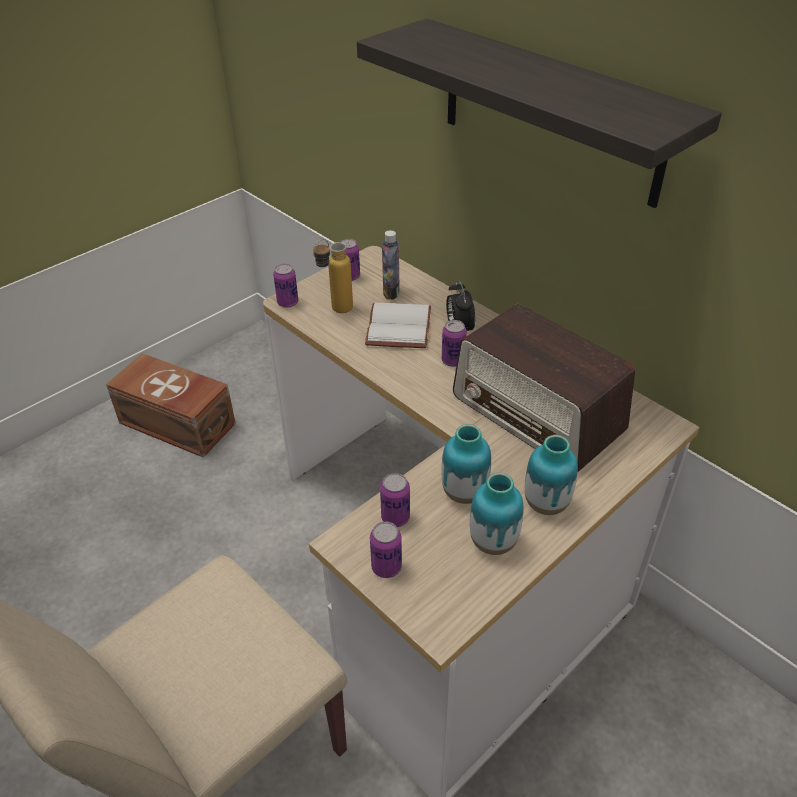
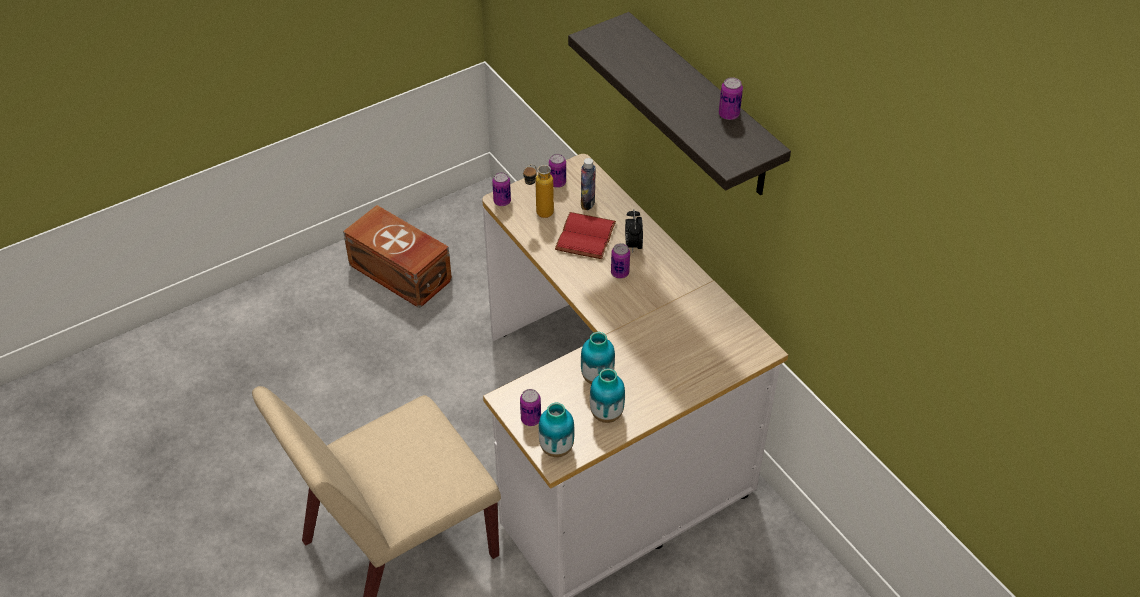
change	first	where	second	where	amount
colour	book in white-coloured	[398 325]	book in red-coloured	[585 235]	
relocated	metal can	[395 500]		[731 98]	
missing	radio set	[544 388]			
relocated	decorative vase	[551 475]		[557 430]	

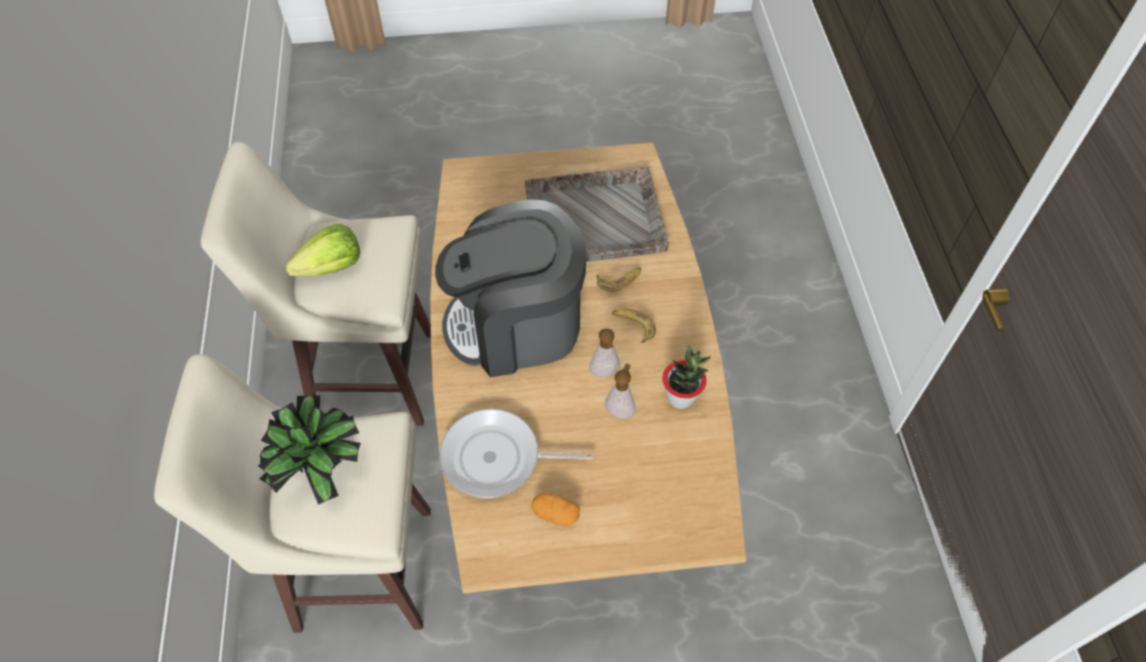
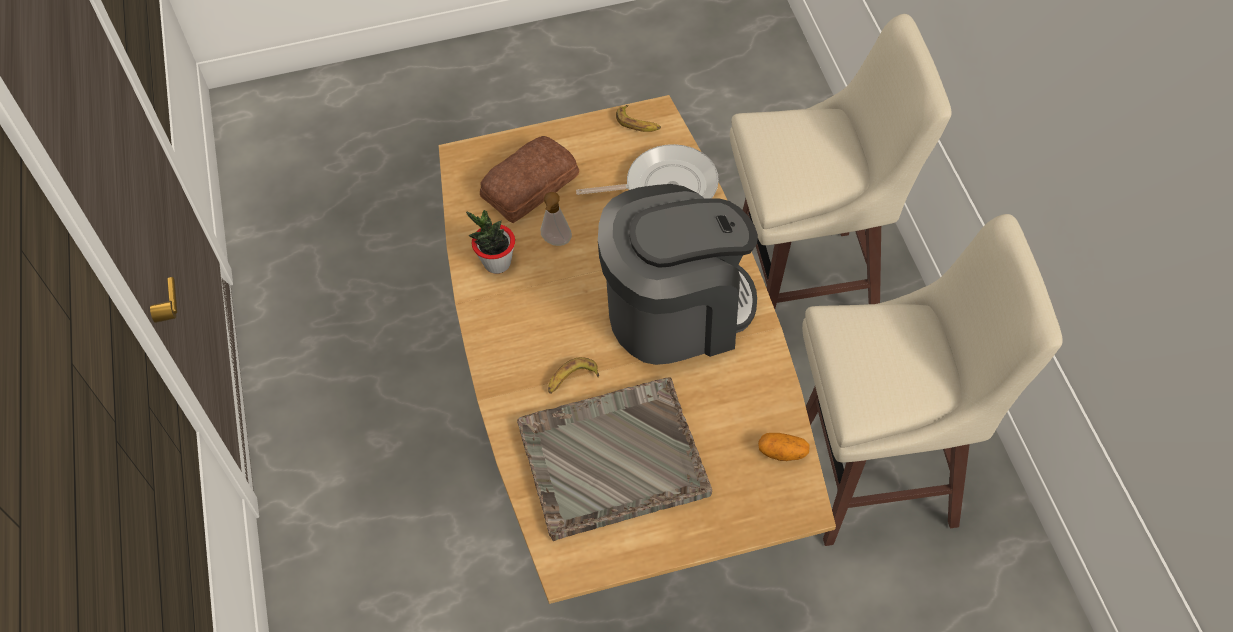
change	first	where	second	where	amount
missing	potted plant	[309 450]			
missing	lettuce	[323 250]			
relocated	potato	[555 509]		[784 447]	
missing	soap bottle	[604 353]			
relocated	banana	[634 325]		[638 118]	
appeared			bread	[529 179]	

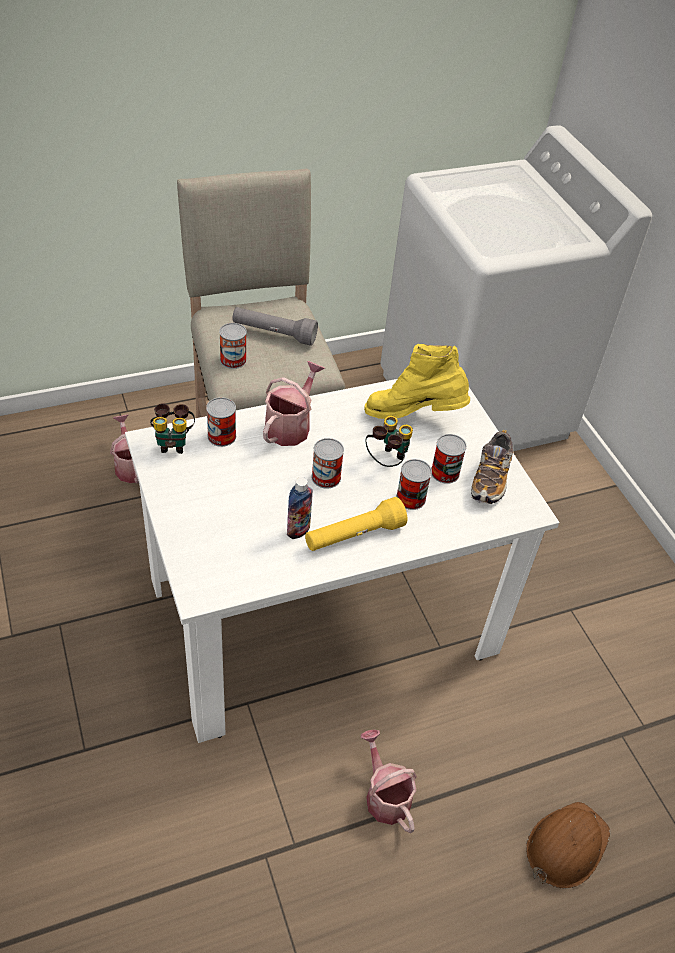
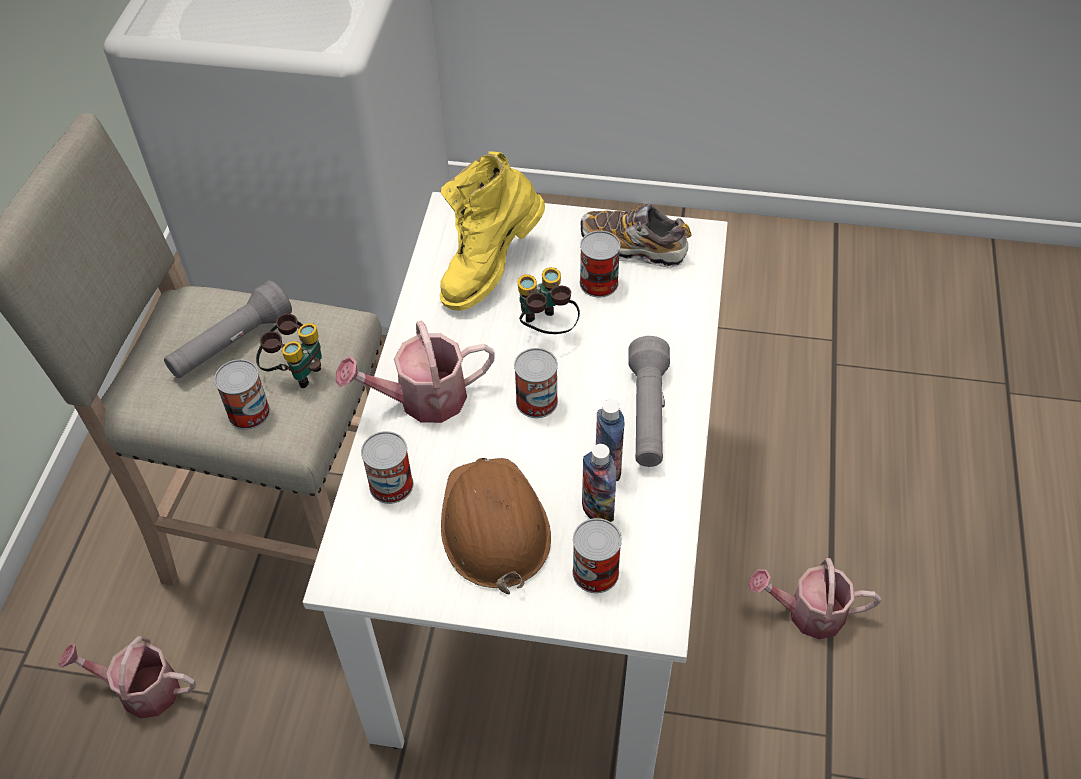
change	first	where	second	where	amount
relocated	field glasses	[172 429]		[289 351]	
spun	sprinkling can	[294 403]		[415 372]	75 degrees counterclockwise
colour	hand torch in yellowish	[356 524]	hand torch in gray	[649 401]	
relocated	metal can	[414 484]		[597 555]	
spun	item of footwear	[492 467]		[636 235]	150 degrees clockwise
relocated	hard hat in brownish	[568 845]		[496 526]	
appeared			drink bottle	[599 483]	

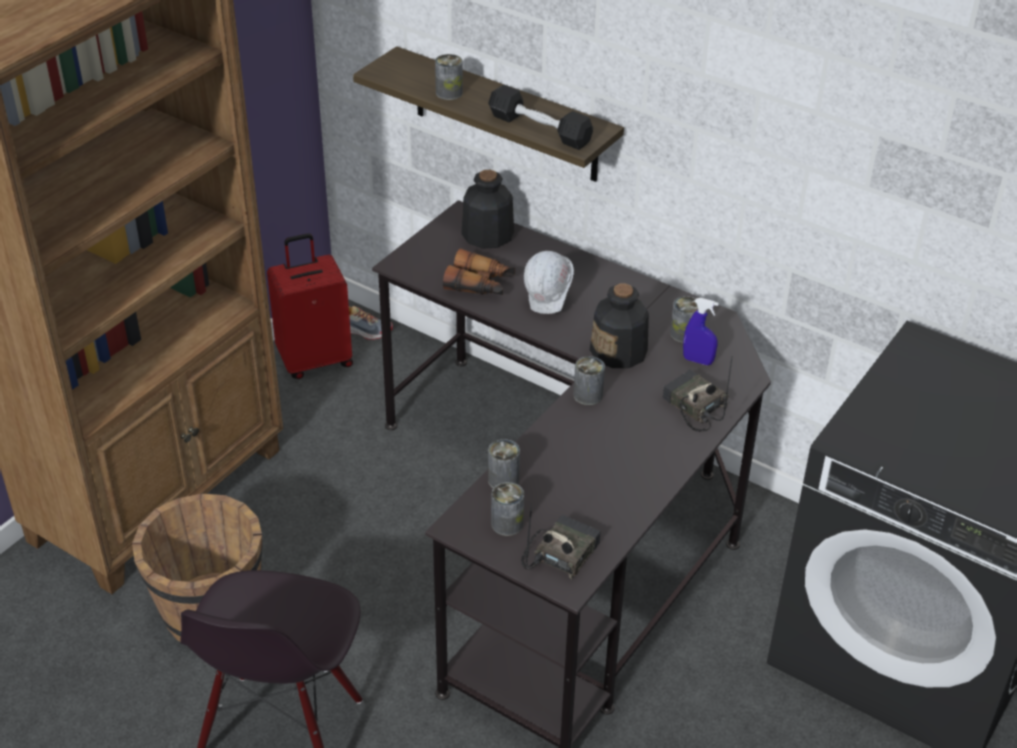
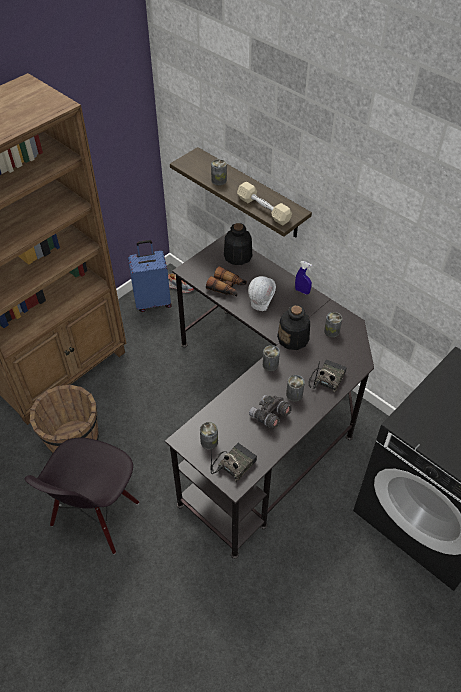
change	first	where	second	where	amount
colour	travel case in red-coloured	[310 306]	travel case in blue-coloured	[150 276]	
colour	hand weight in black	[540 117]	hand weight in sand-coloured	[264 204]	
relocated	metal can	[504 463]		[295 388]	
spun	radio set	[697 394]		[327 376]	60 degrees clockwise
relocated	hand sprayer in blue-coloured	[701 331]		[303 278]	
appeared			field glasses in gray	[270 411]	

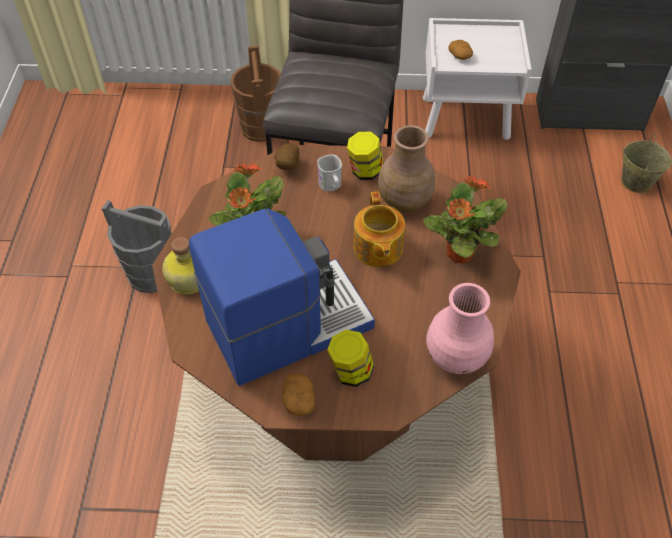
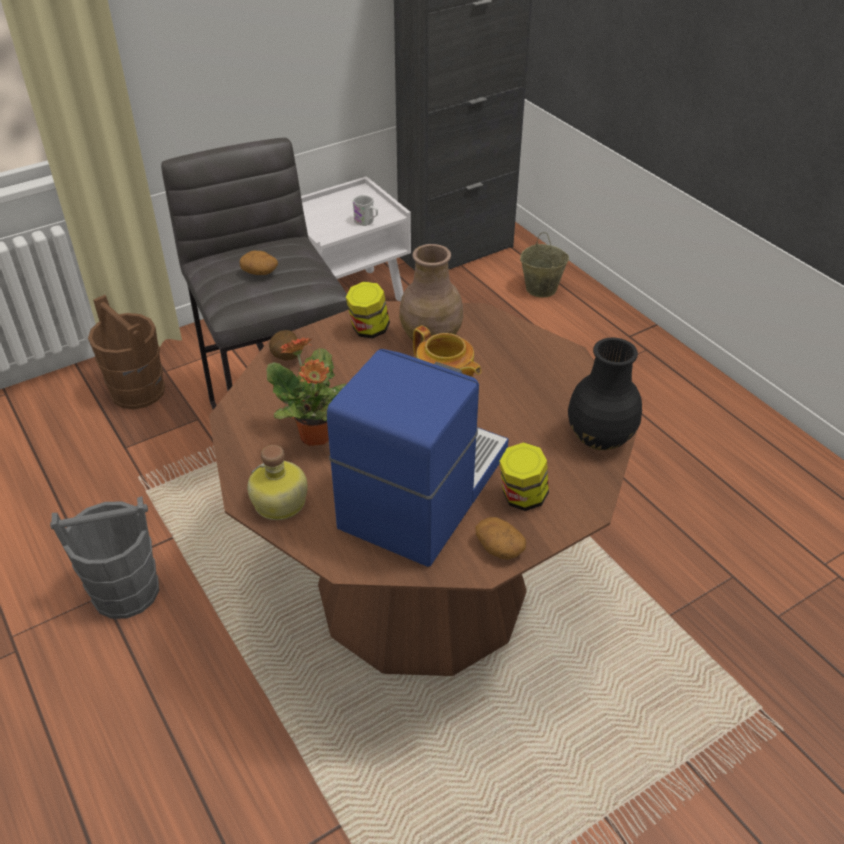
change	first	where	second	where	amount
relocated	mug in white-coloured	[329 173]		[365 210]	
missing	potted plant	[465 219]			
colour	decorative vase in pink-coloured	[460 328]	decorative vase in black	[605 394]	
relocated	potato	[460 50]		[259 263]	

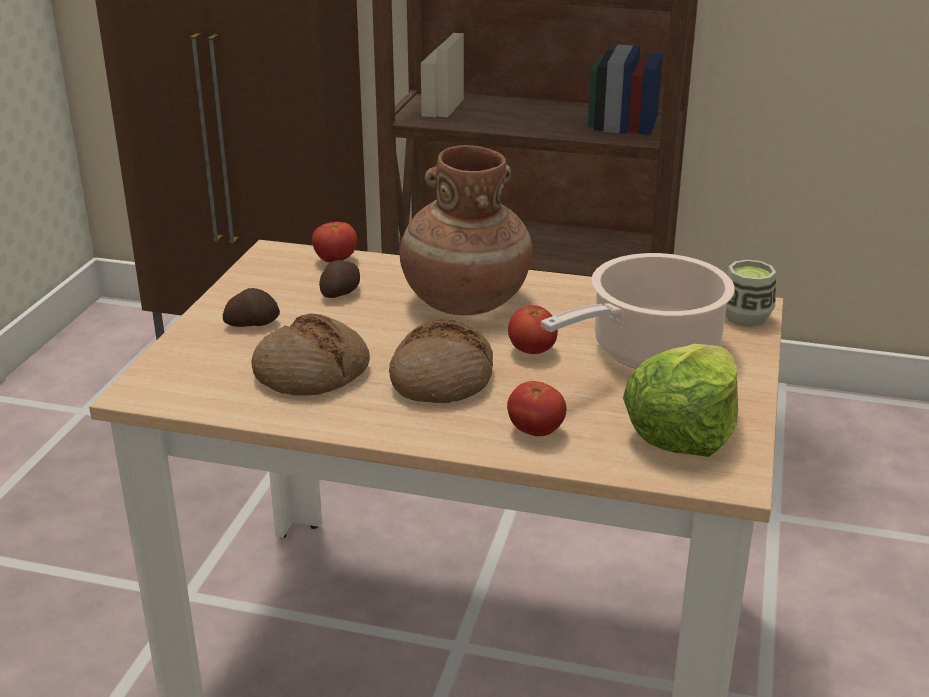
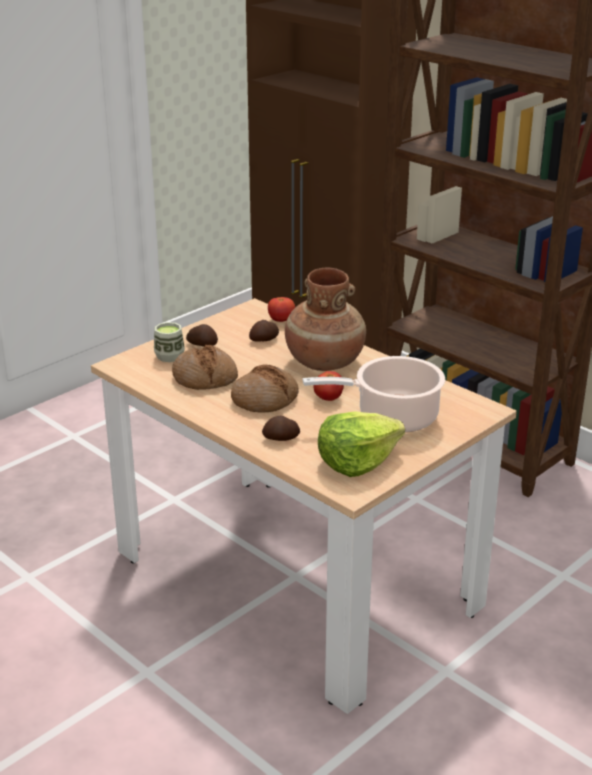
change	first	where	second	where	amount
exchanged	fresh tomato	[536 408]	potato	[281 428]	
relocated	drinking cup	[750 293]		[169 342]	

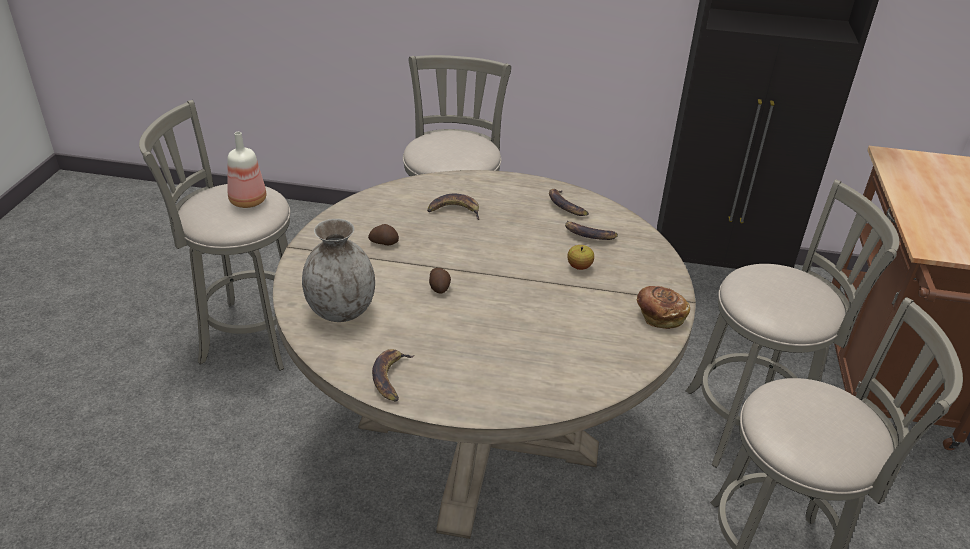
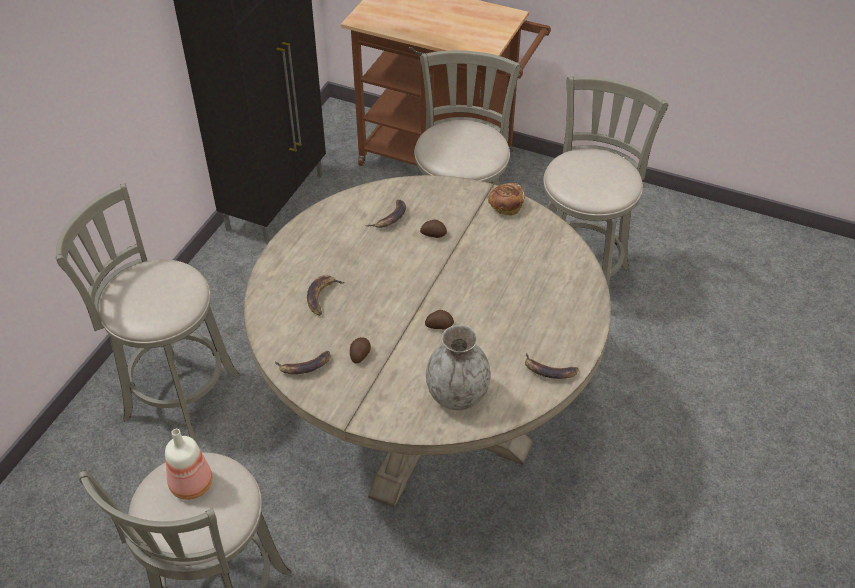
change	first	where	second	where	amount
relocated	banana	[569 202]		[303 362]	
exchanged	apple	[580 257]	potato	[433 228]	

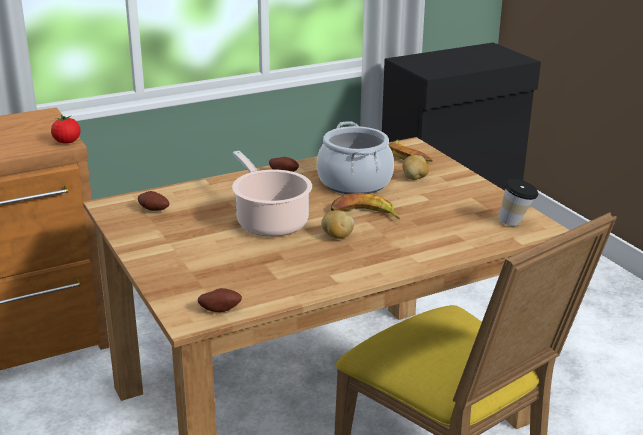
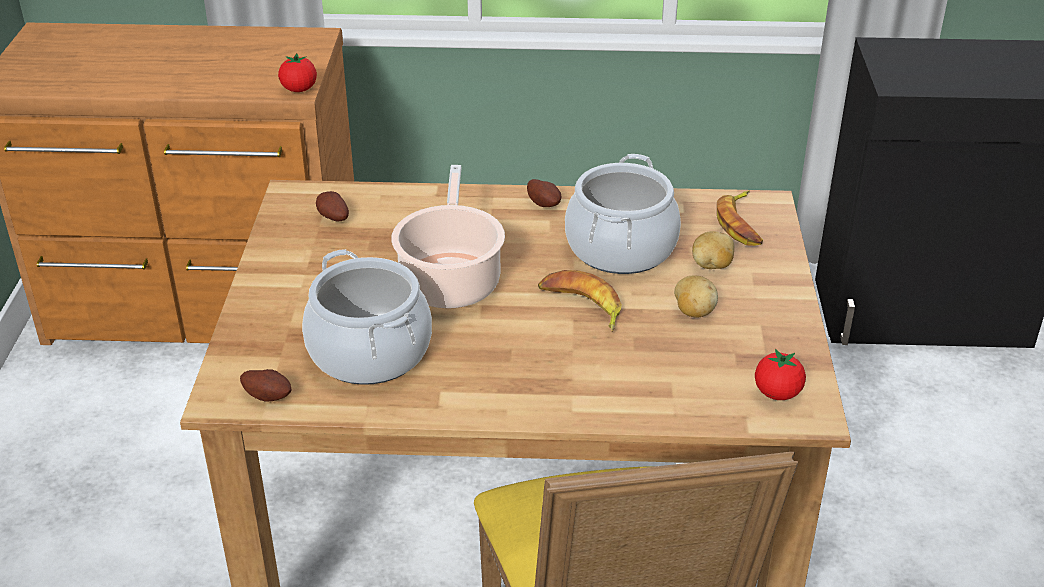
change	first	where	second	where	amount
relocated	potato	[337 224]		[696 296]	
exchanged	drinking cup	[518 202]	fresh tomato	[780 374]	
appeared			saucepot	[367 317]	

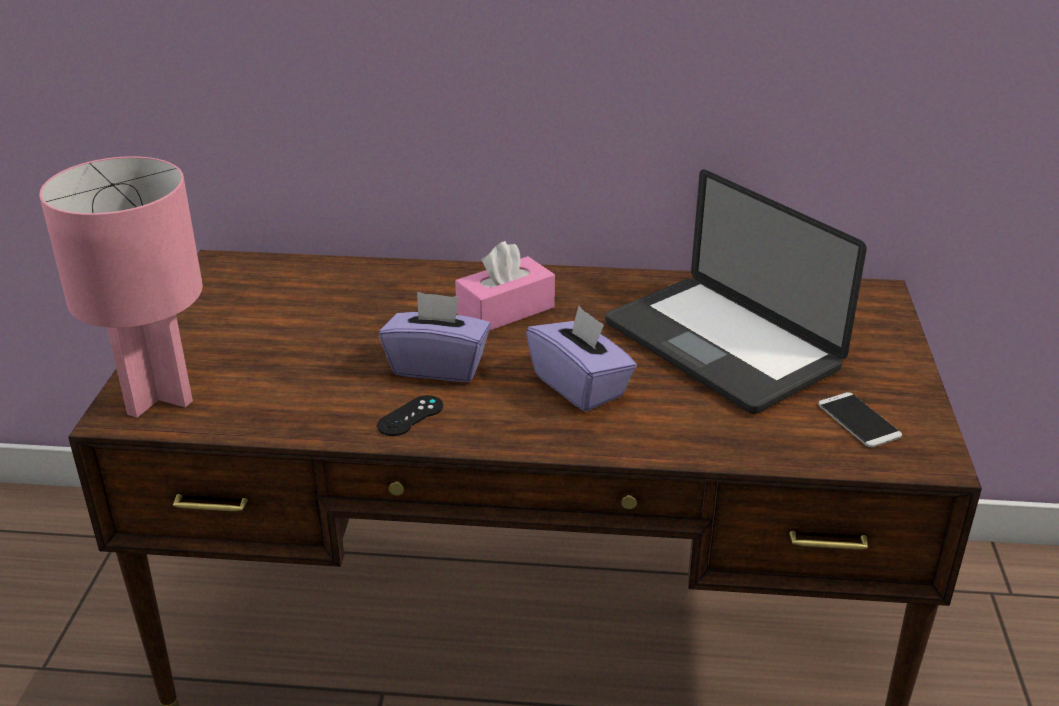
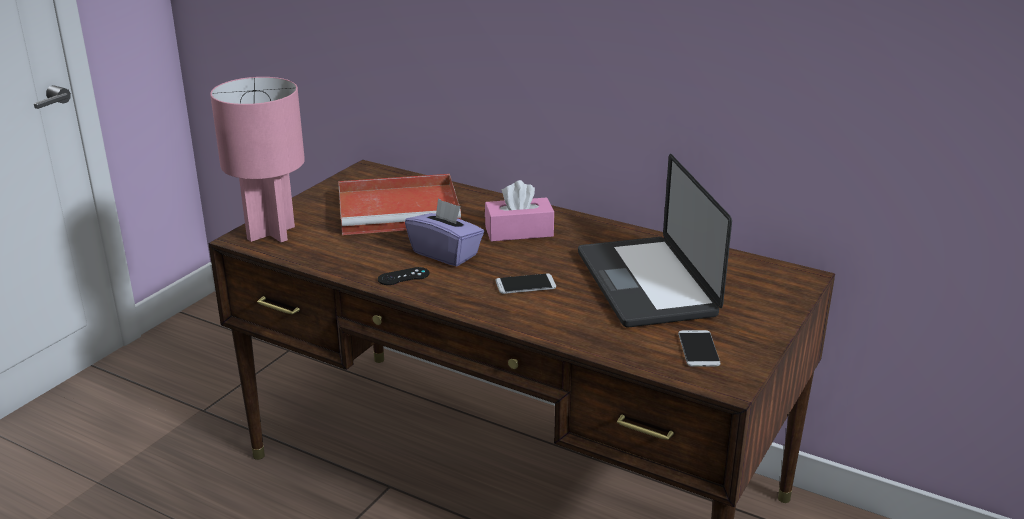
change	first	where	second	where	amount
exchanged	box of tissues in purple-coloured	[581 358]	telephone	[526 283]	
appeared			tray in red-coloured	[399 204]	

